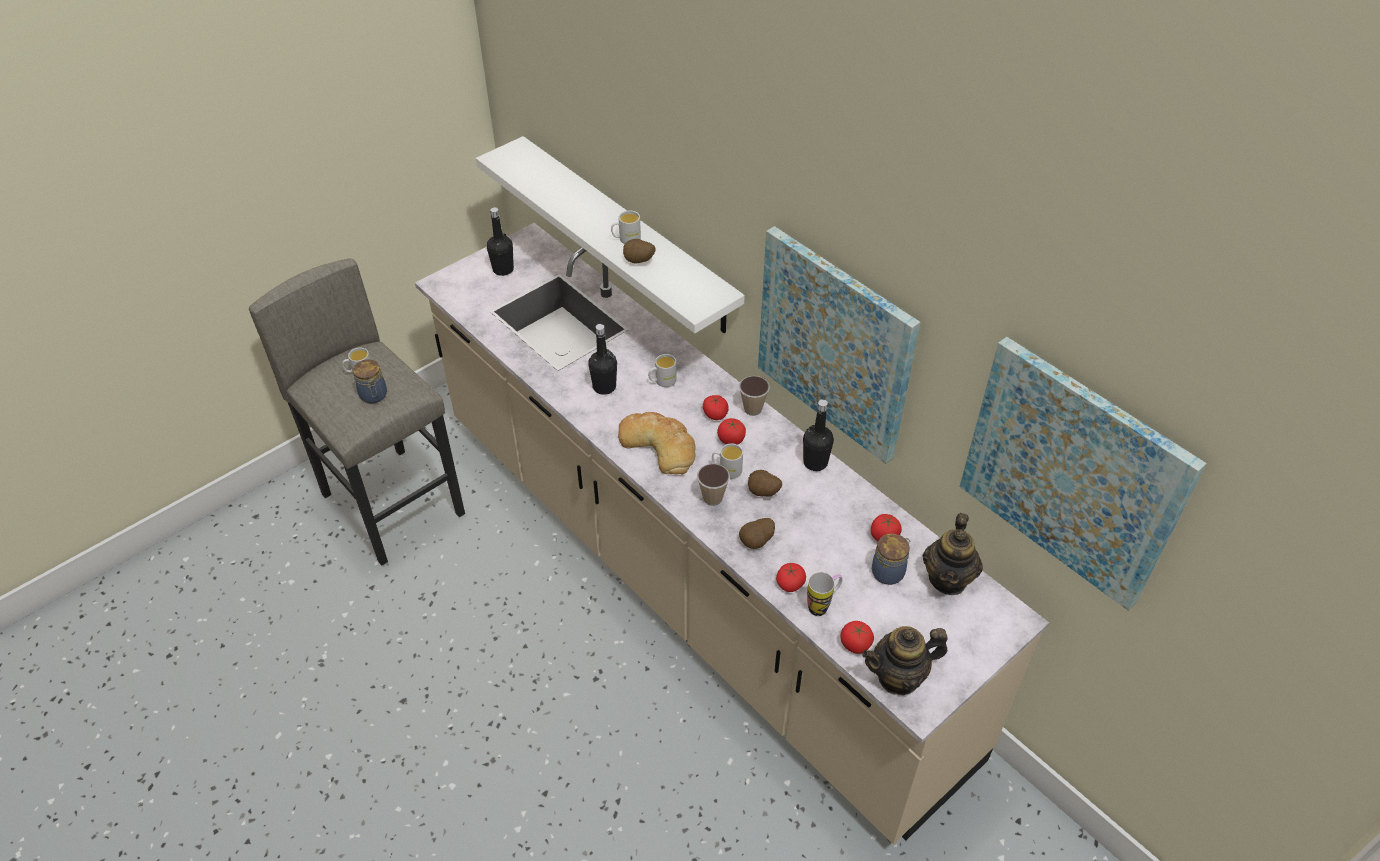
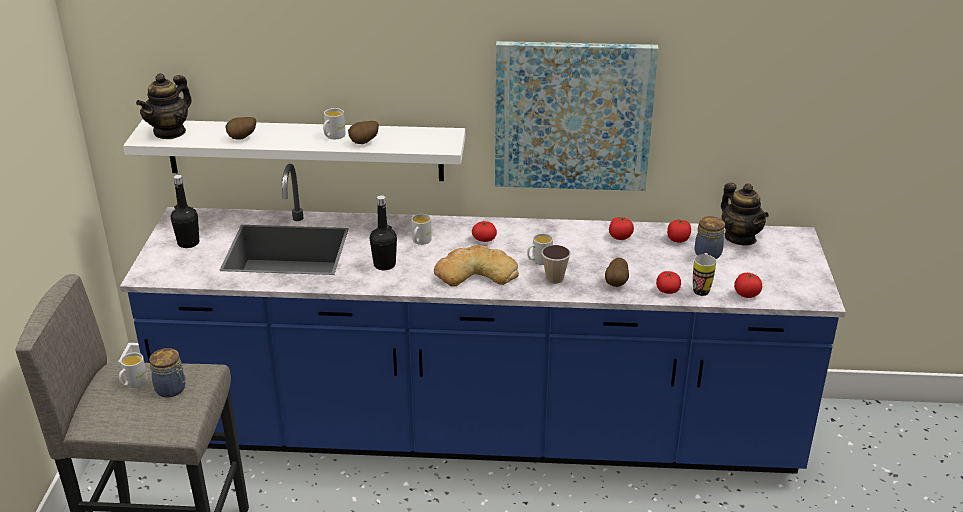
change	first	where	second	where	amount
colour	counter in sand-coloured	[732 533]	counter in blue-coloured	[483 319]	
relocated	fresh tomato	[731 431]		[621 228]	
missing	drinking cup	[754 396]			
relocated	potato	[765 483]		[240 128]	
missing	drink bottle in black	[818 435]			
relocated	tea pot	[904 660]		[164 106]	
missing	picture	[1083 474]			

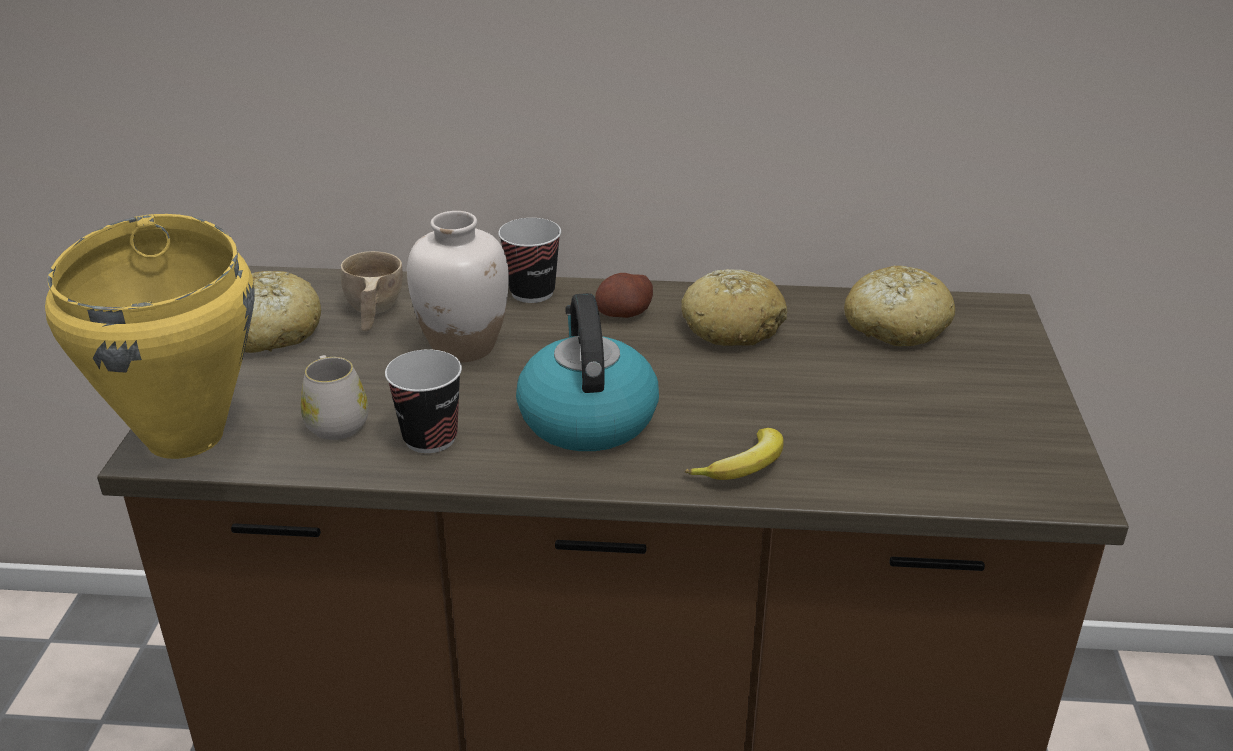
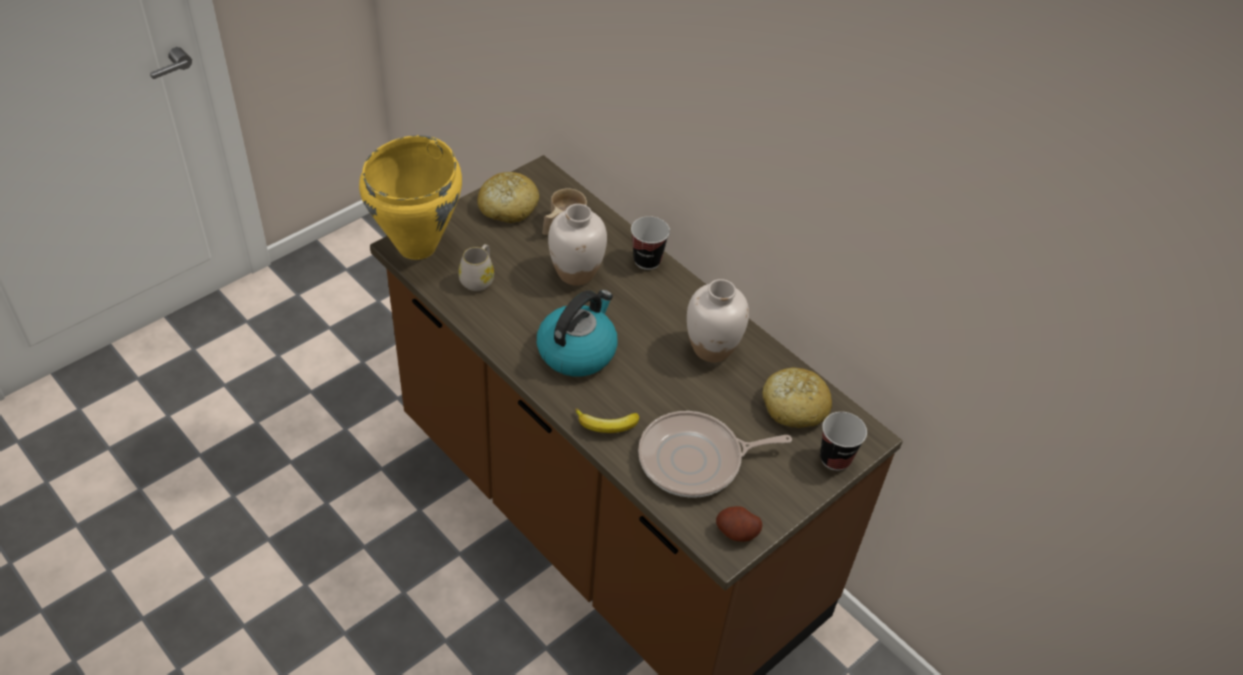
change	first	where	second	where	amount
relocated	drinking cup	[423 401]		[843 441]	
relocated	potato	[624 295]		[739 524]	
exchanged	bread	[734 307]	decorative vase in white-coloured	[718 320]	
appeared			pan	[715 454]	

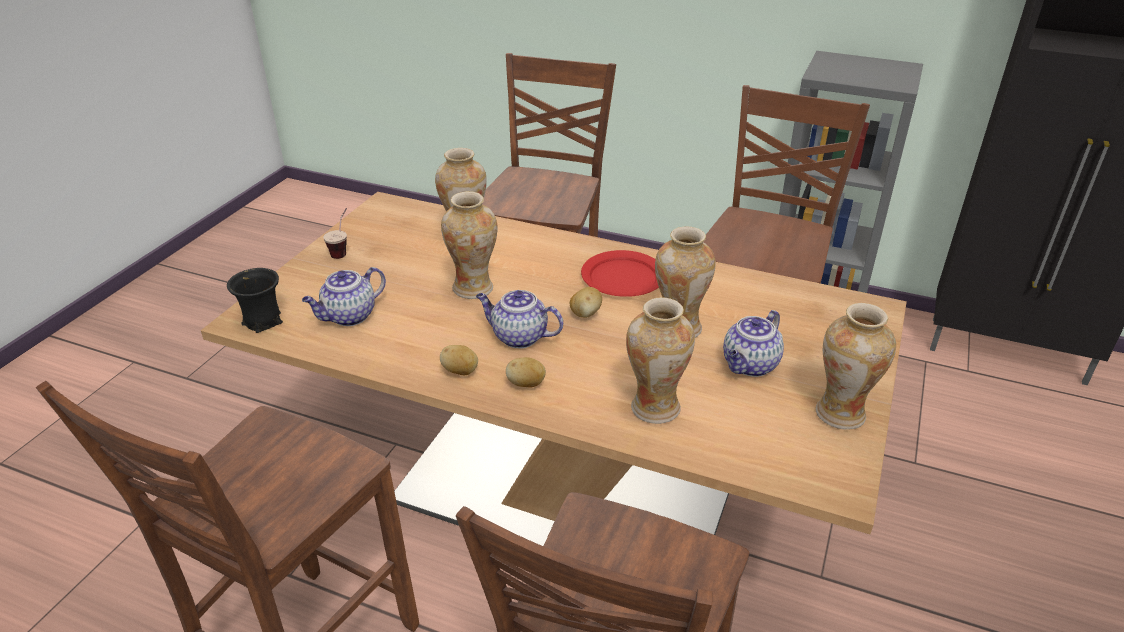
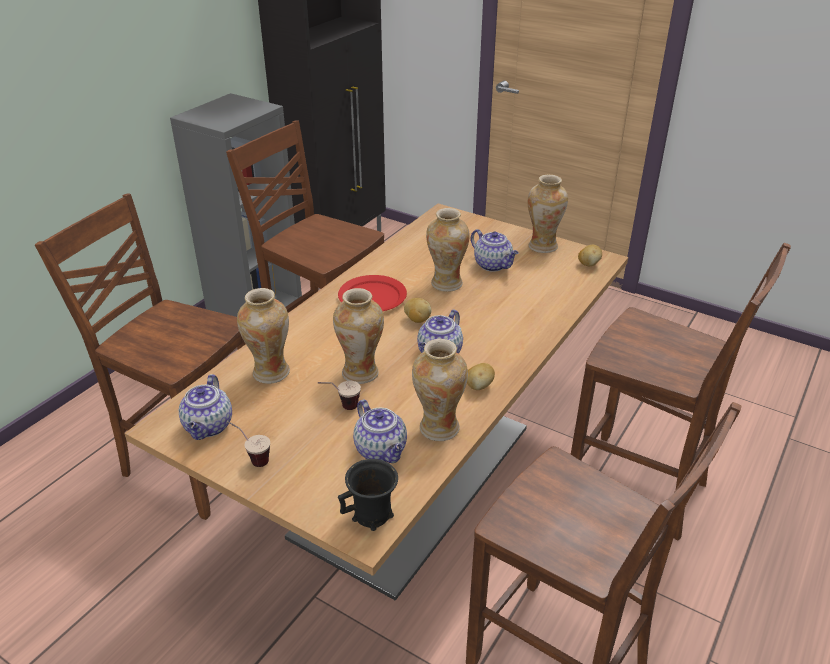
change	first	where	second	where	amount
relocated	potato	[526 372]		[590 255]	
relocated	decorative vase	[660 360]		[440 390]	
appeared			tea pot	[205 407]	
appeared			drinking cup	[339 395]	

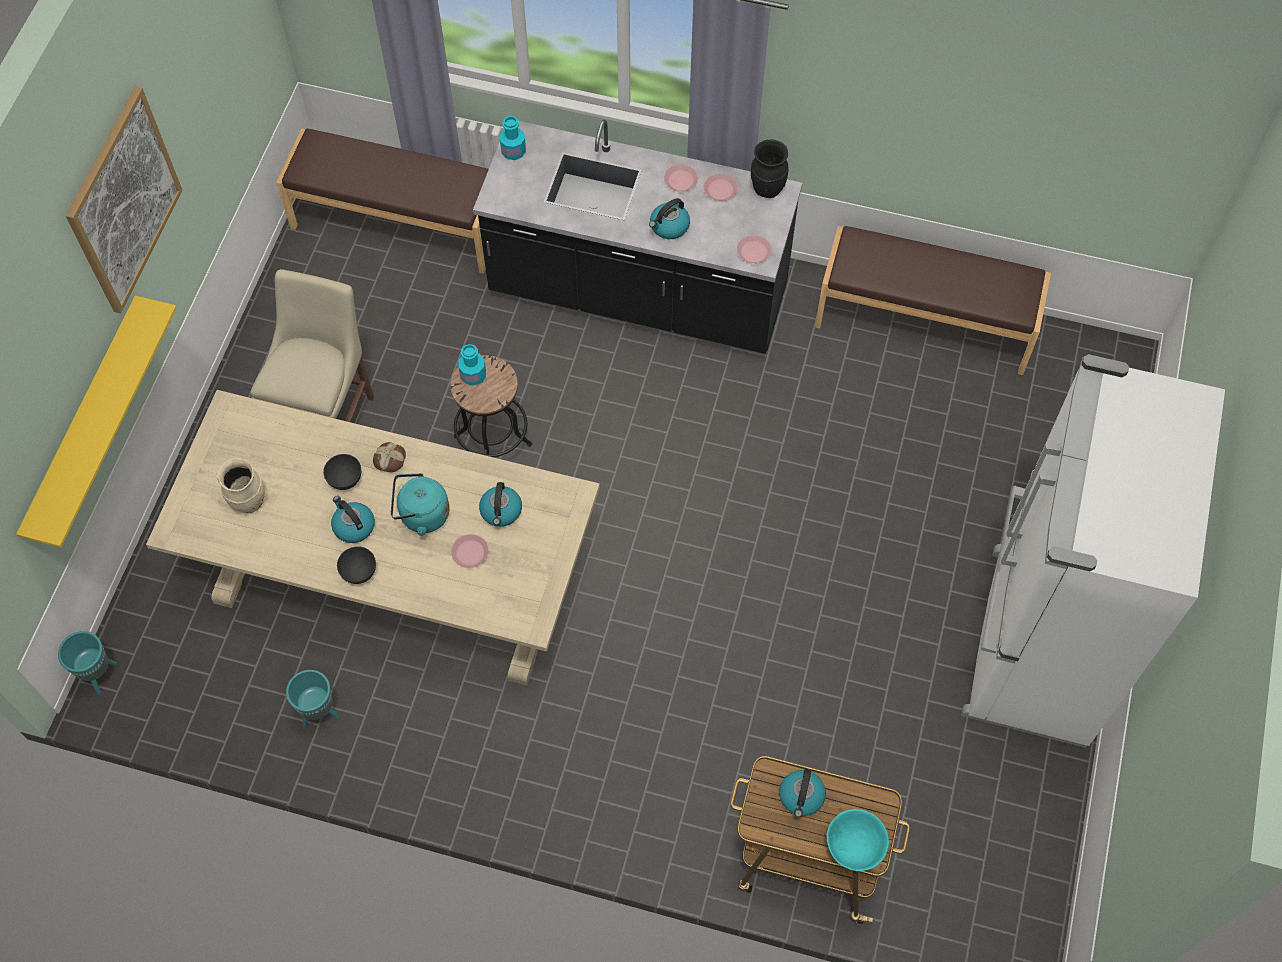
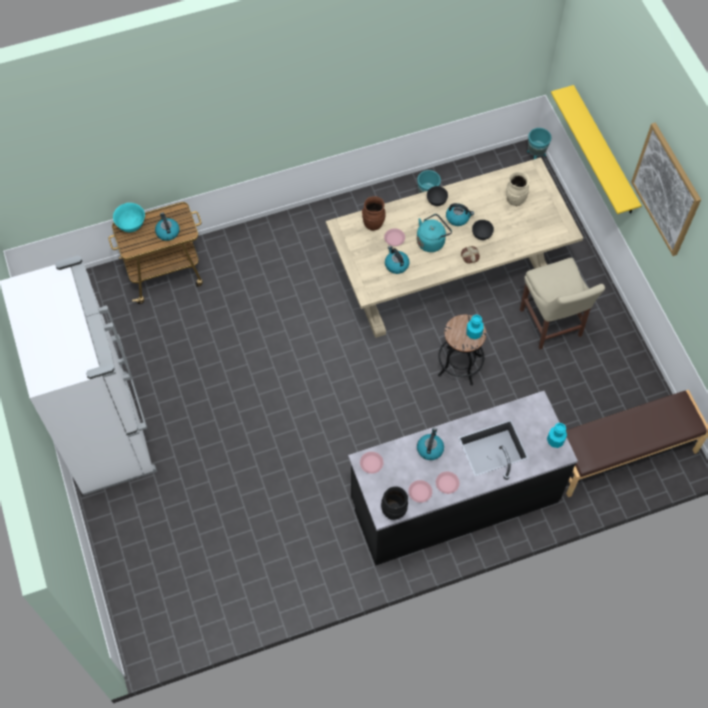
change	first	where	second	where	amount
missing	bench in brownish	[933 300]			
appeared			decorative vase in brownish	[374 213]	

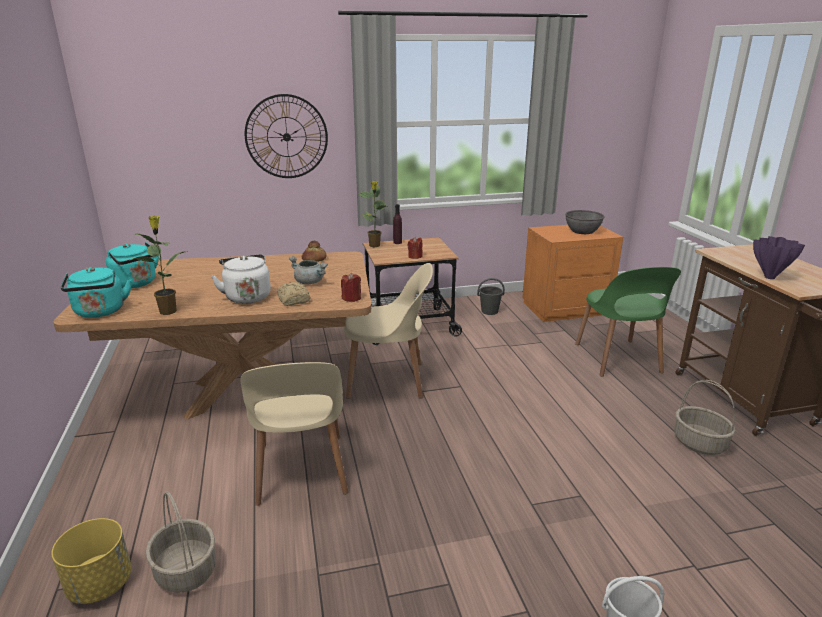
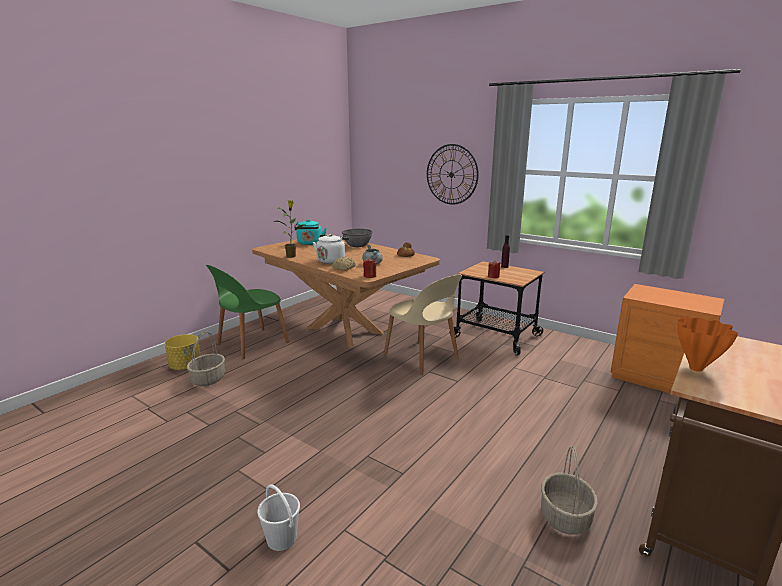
change	first	where	second	where	amount
missing	water kettle in blue-green	[96 292]			
missing	upright chair in sand-coloured	[294 434]			
missing	potted plant	[372 214]			
missing	water bucket in gray	[491 296]			
relocated	bowl in gray	[585 222]		[357 238]	
relocated	upright chair in greenish	[628 322]		[247 312]	
colour	decorative vase in purple-coloured	[779 257]	decorative vase in orange	[707 344]	

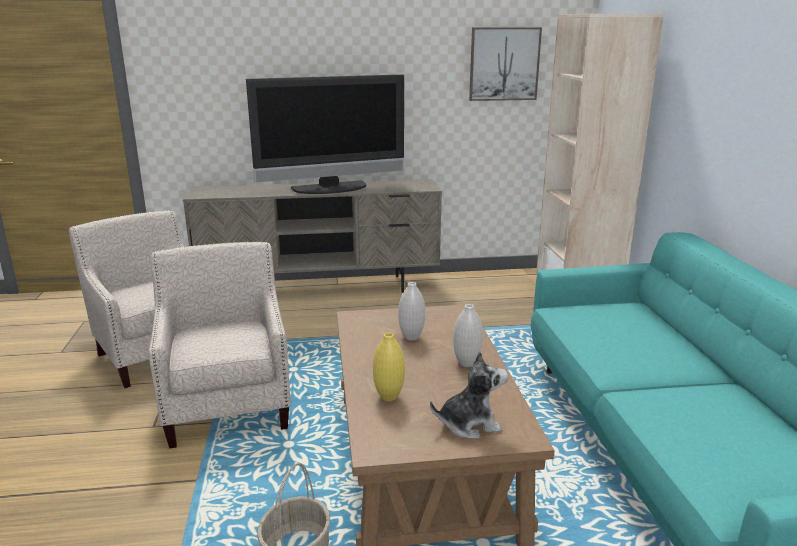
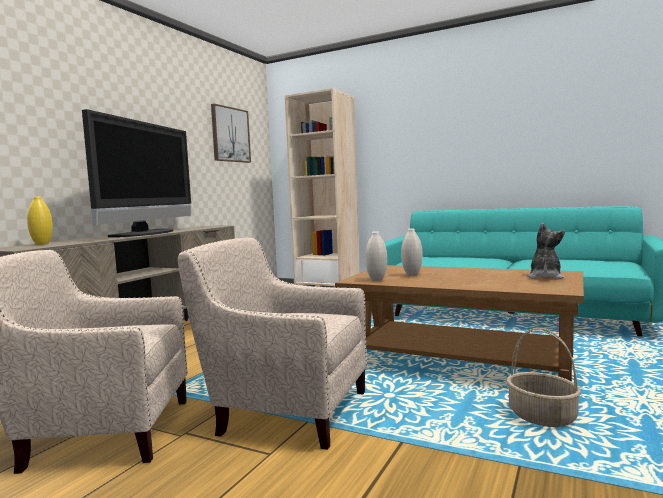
change	first	where	second	where	amount
relocated	decorative vase in yellowish	[389 366]		[40 221]	
relocated	decorative vase in white-coloured	[468 335]		[376 256]	

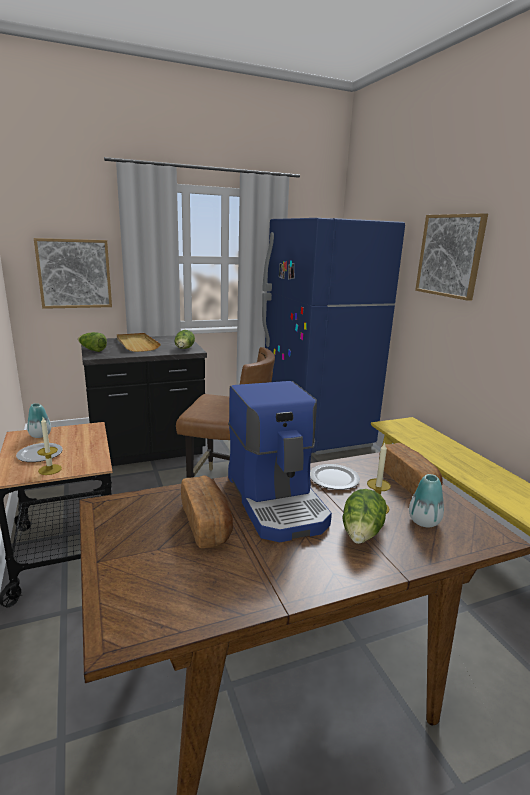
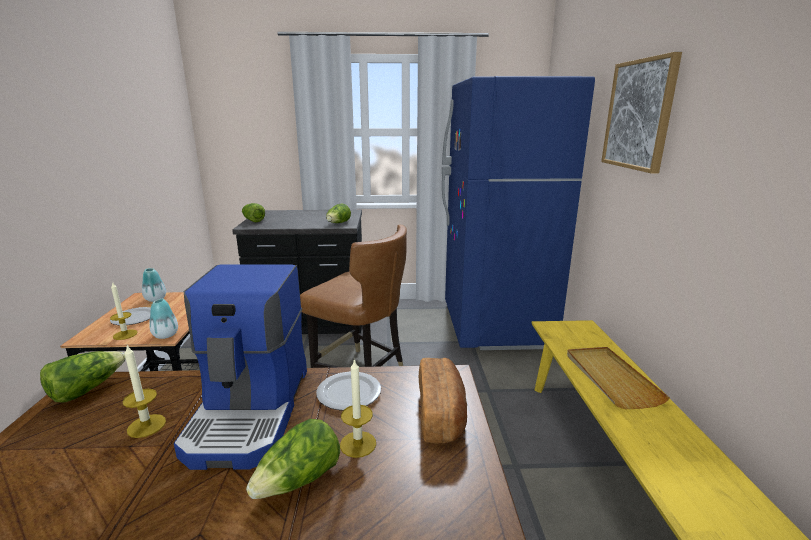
change	first	where	second	where	amount
missing	picture	[73 273]			
relocated	tray in sand-coloured	[139 342]		[618 378]	
exchanged	bread	[207 511]	candle	[144 391]	
relocated	decorative vase	[426 500]		[163 319]	
appeared			lettuce	[83 376]	

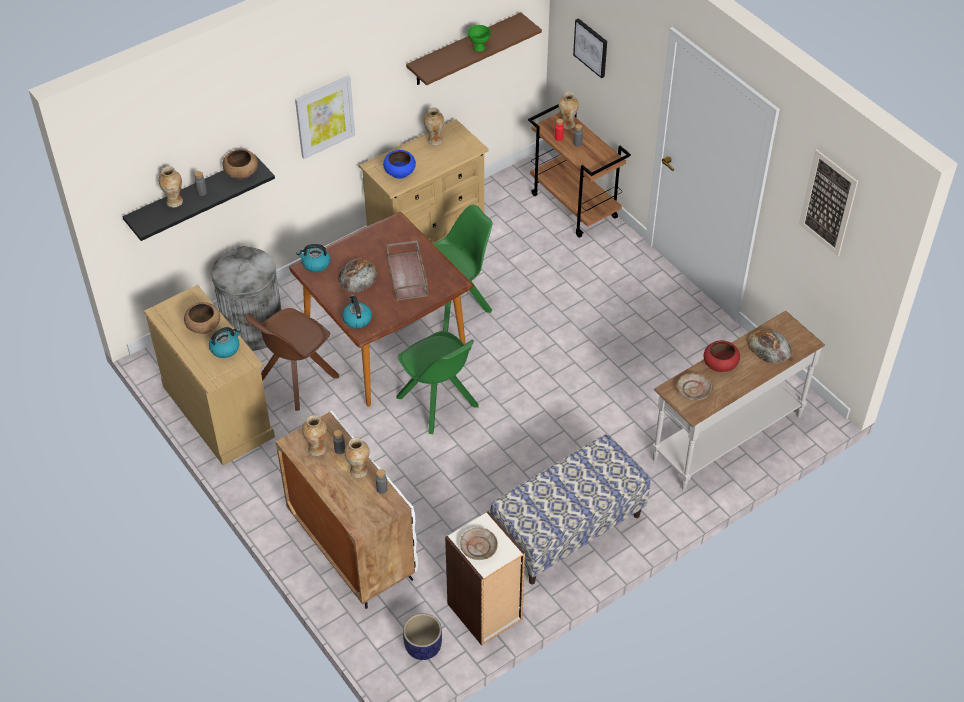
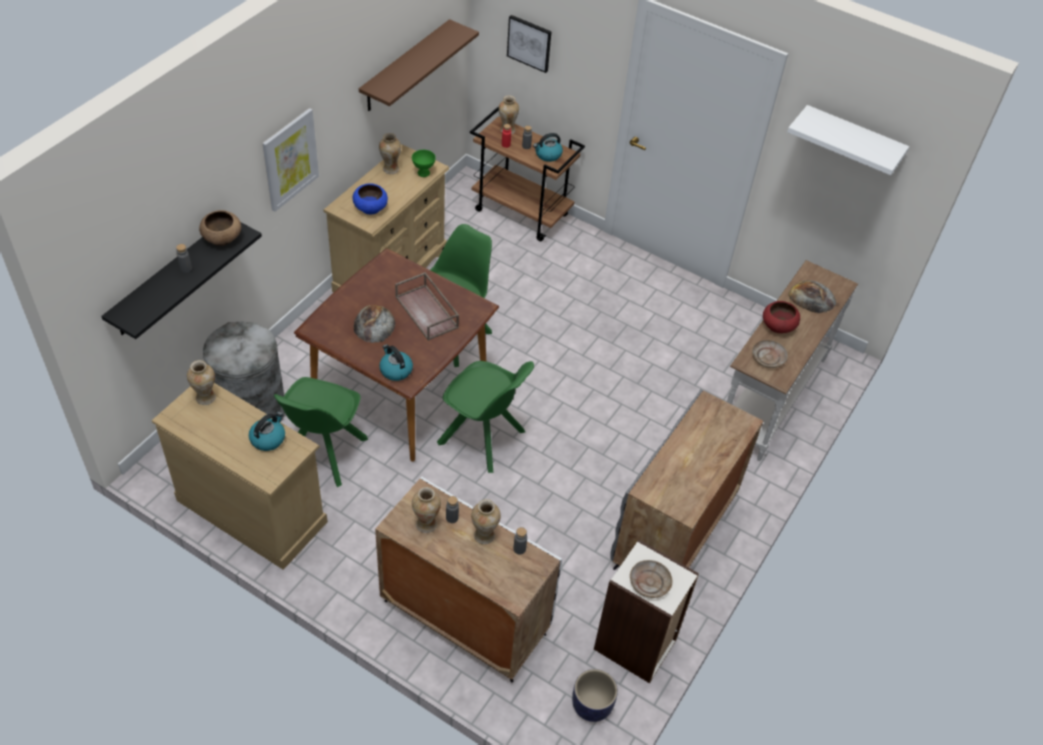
change	first	where	second	where	amount
relocated	decorative vase	[170 186]		[201 382]	
missing	bowl in brownish	[202 318]			
colour	upright chair in brownish	[292 359]	upright chair in greenish	[321 432]	
relocated	water kettle	[313 258]		[548 147]	
relocated	bowl in greenish	[479 38]		[424 163]	
exchanged	bench	[570 509]	cabinet in gray	[686 479]	
exchanged	picture	[828 202]	wall shelf in white-coloured	[848 140]	

